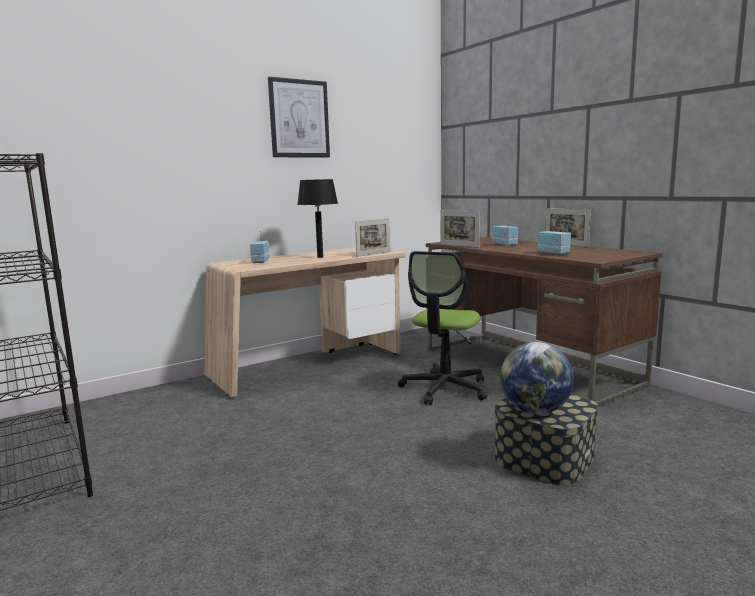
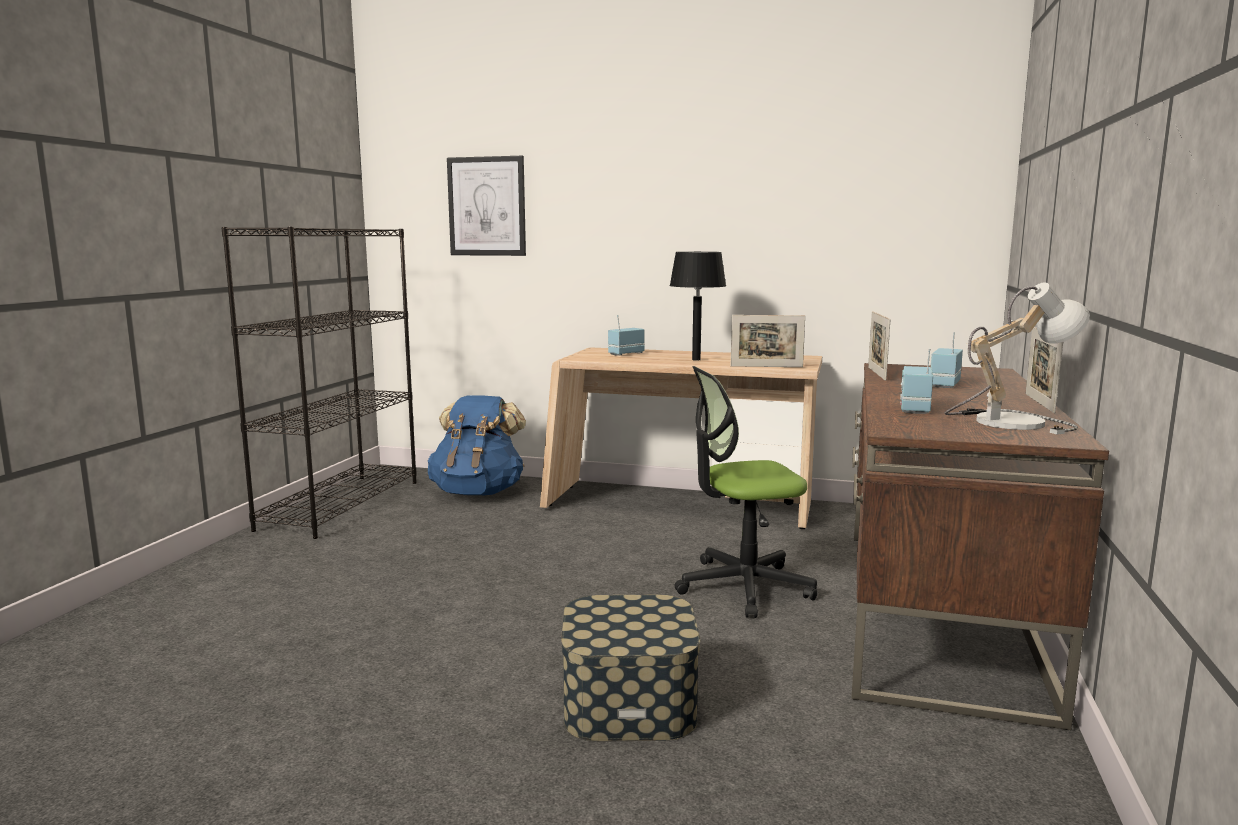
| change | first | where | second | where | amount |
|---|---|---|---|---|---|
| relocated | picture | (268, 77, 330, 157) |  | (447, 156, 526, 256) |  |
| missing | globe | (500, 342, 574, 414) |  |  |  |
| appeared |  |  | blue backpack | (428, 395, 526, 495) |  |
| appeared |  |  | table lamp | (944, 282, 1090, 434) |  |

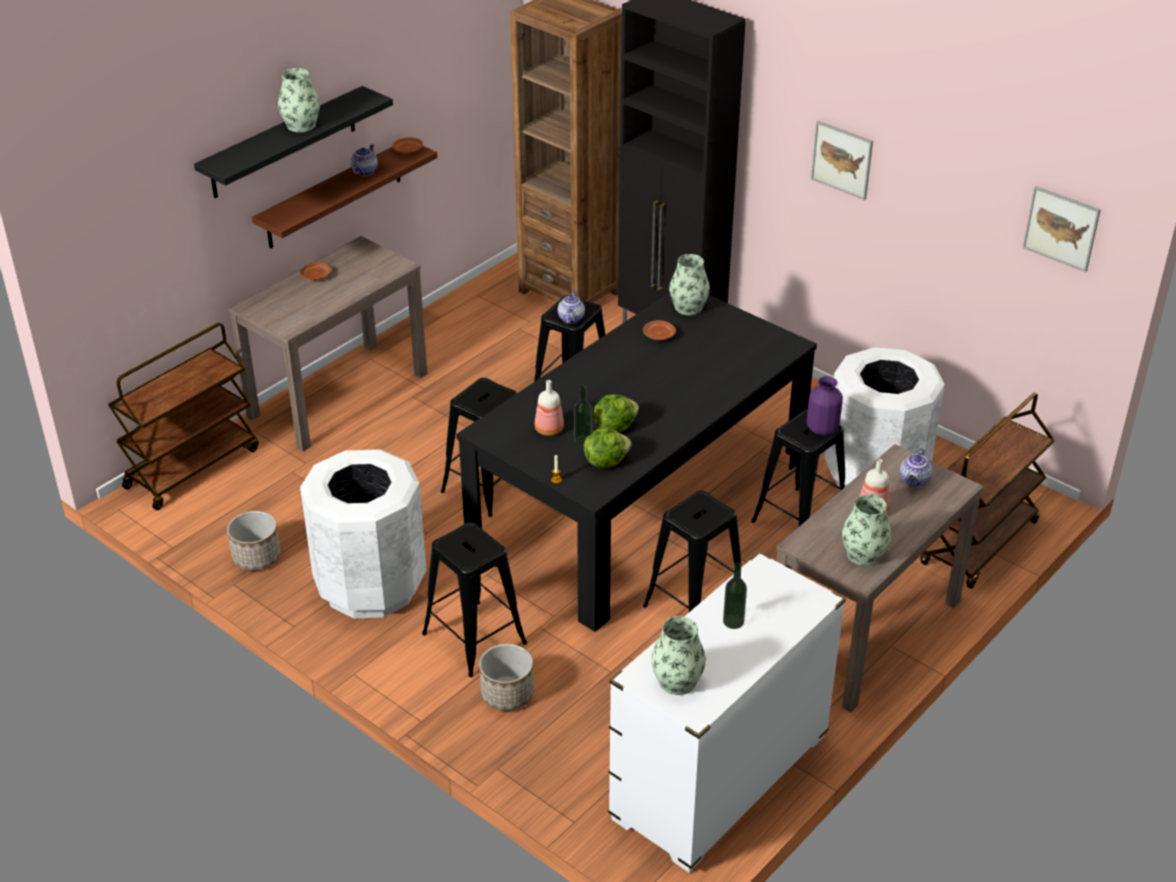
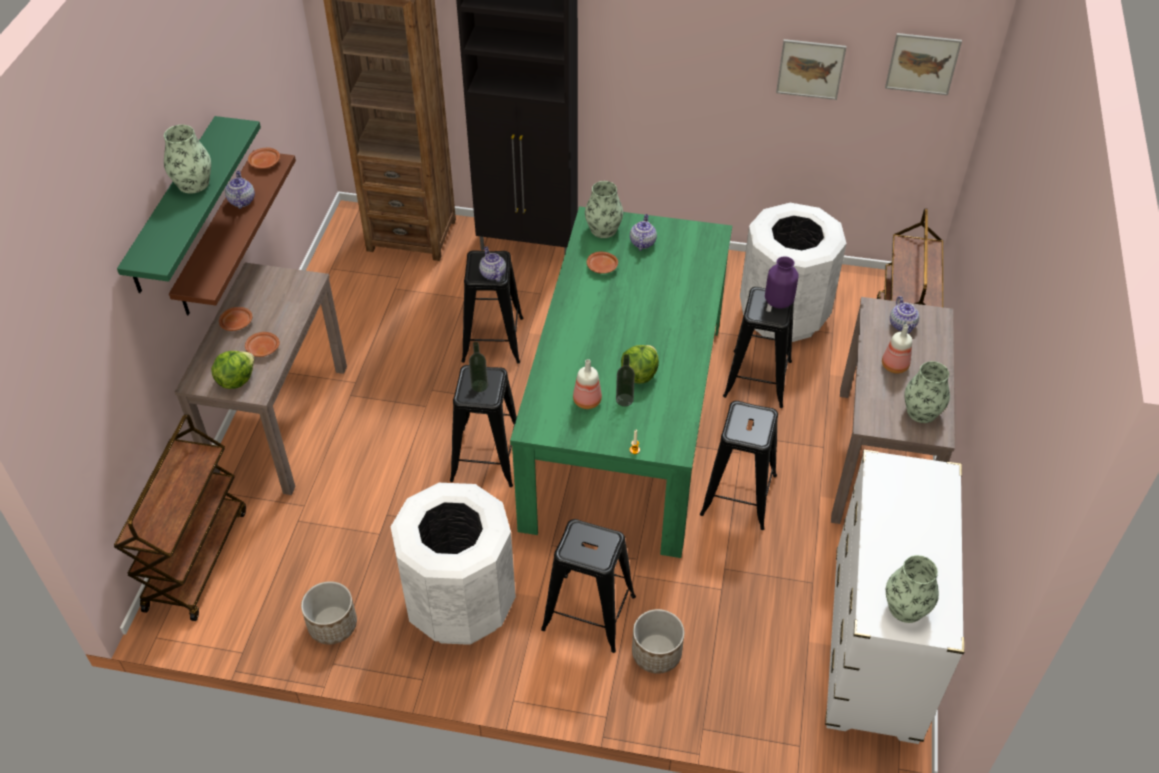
| change | first | where | second | where | amount |
|---|---|---|---|---|---|
| colour | black shelf | (194, 86, 393, 198) | green shelf | (117, 116, 261, 293) |  |
| colour | black dining table | (456, 292, 817, 632) | green dining table | (510, 206, 732, 558) |  |
| relocated | lettuce | (584, 428, 631, 468) |  | (211, 351, 254, 389) |  |
| relocated | bottle | (723, 562, 747, 629) |  | (469, 342, 488, 392) |  |
| relocated | picture | (811, 121, 873, 200) |  | (776, 39, 847, 100) |  |
| appeared |  |  | brown plate | (245, 332, 280, 357) |  |
| appeared |  |  | teapot | (630, 214, 657, 251) |  |

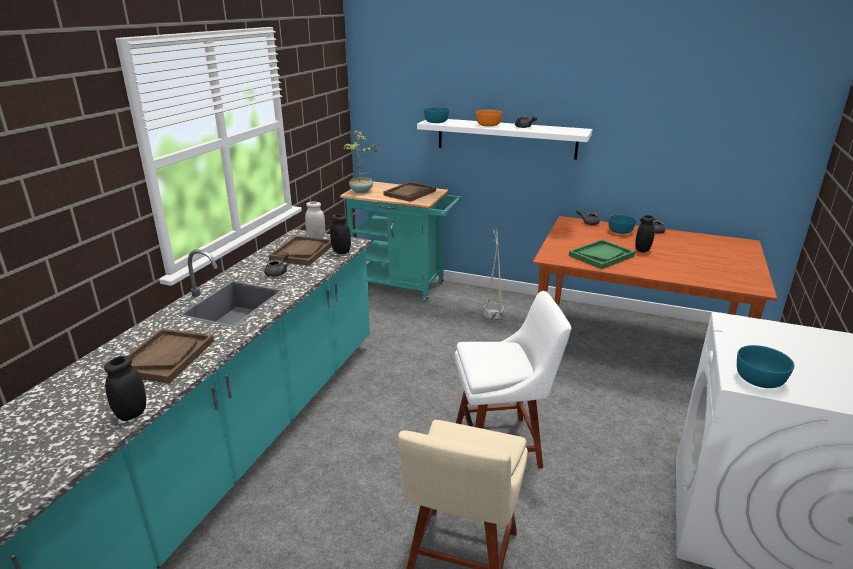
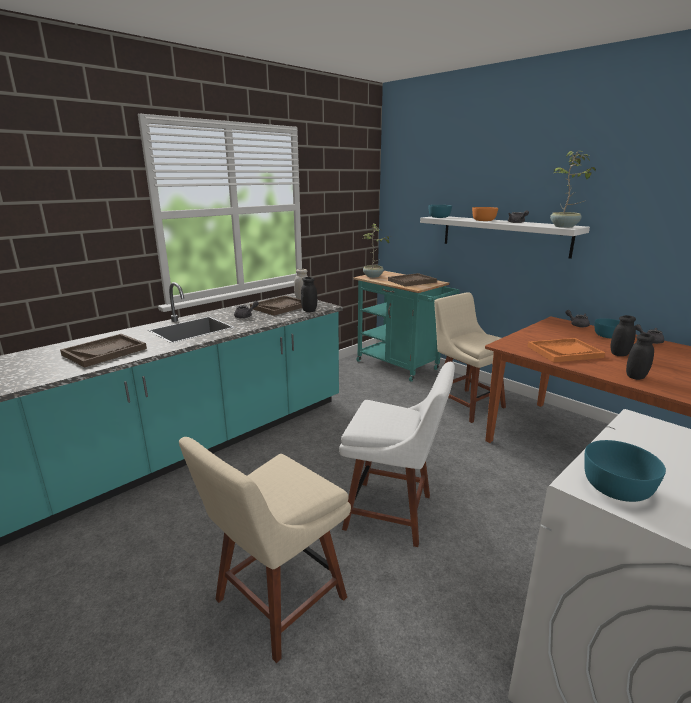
| change | first | where | second | where | amount |
|---|---|---|---|---|---|
| relocated | black jar | (104, 356, 146, 421) |  | (626, 333, 655, 380) |  |
| exchanged | beige planter | (484, 230, 504, 321) | beige chair | (434, 292, 506, 423) |  |
| colour | green tray | (569, 240, 635, 269) | orange tray | (527, 338, 605, 362) |  |
| appeared |  |  | potted plant | (550, 151, 596, 228) |  |

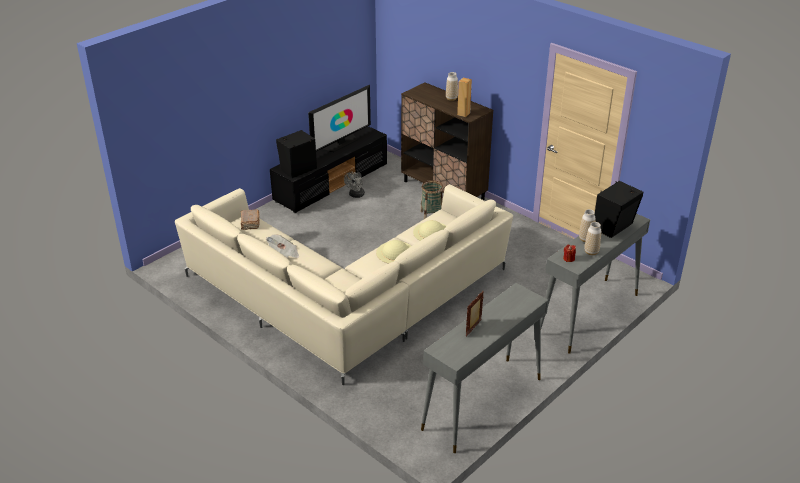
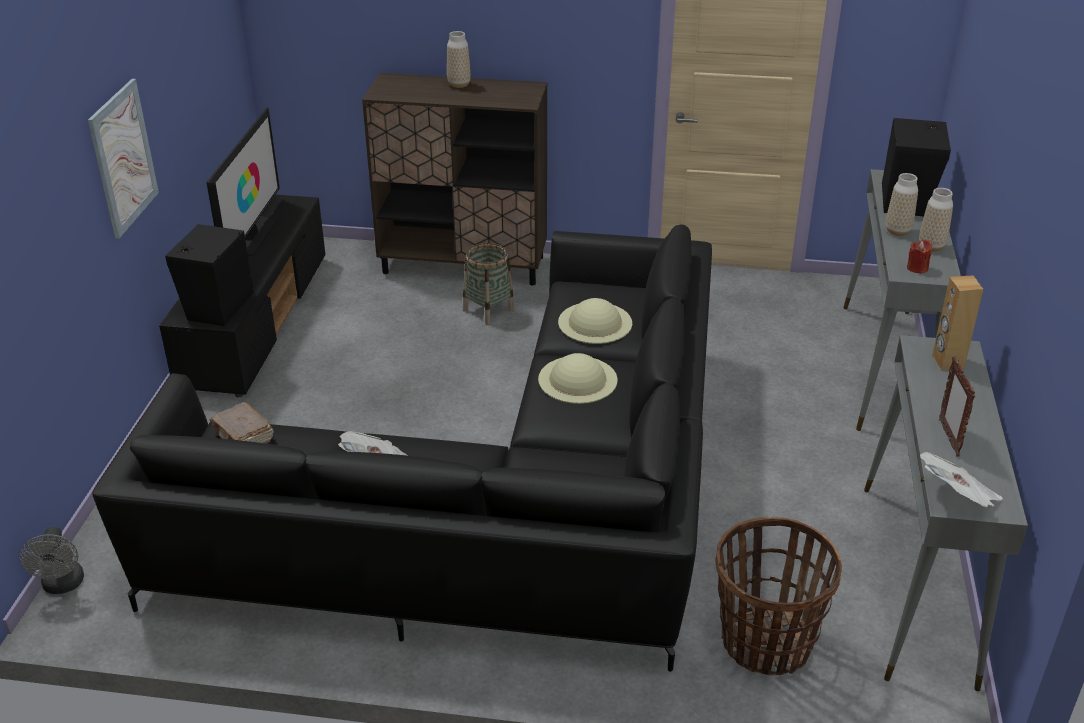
| change | first | where | second | where | amount |
|---|---|---|---|---|---|
| colour | beige sofa | (175, 184, 513, 385) | black sofa | (92, 224, 712, 672) |  |
| relocated | grey fan | (344, 172, 365, 198) |  | (20, 527, 84, 594) |  |
| relocated | brown speaker | (457, 77, 472, 117) |  | (932, 276, 983, 370) |  |
| appeared |  |  | picture | (88, 79, 159, 239) |  |
| appeared |  |  | basket | (716, 517, 842, 675) |  |
| appeared |  |  | newspaper | (920, 452, 1003, 508) |  |

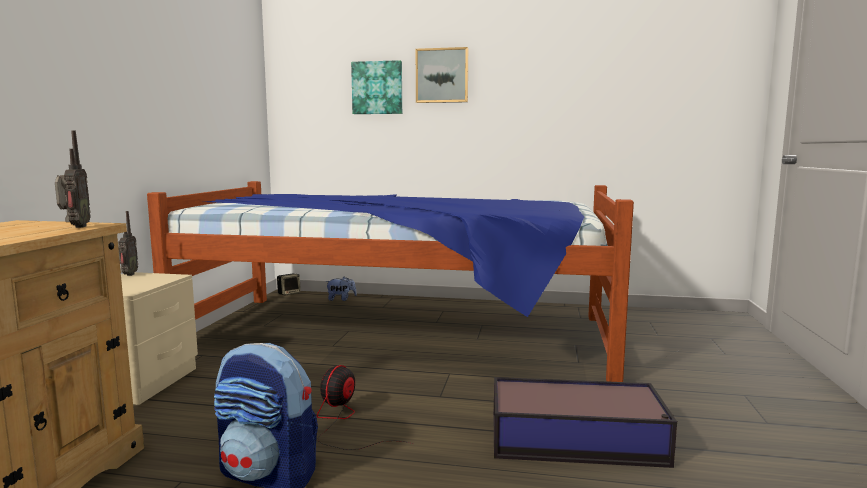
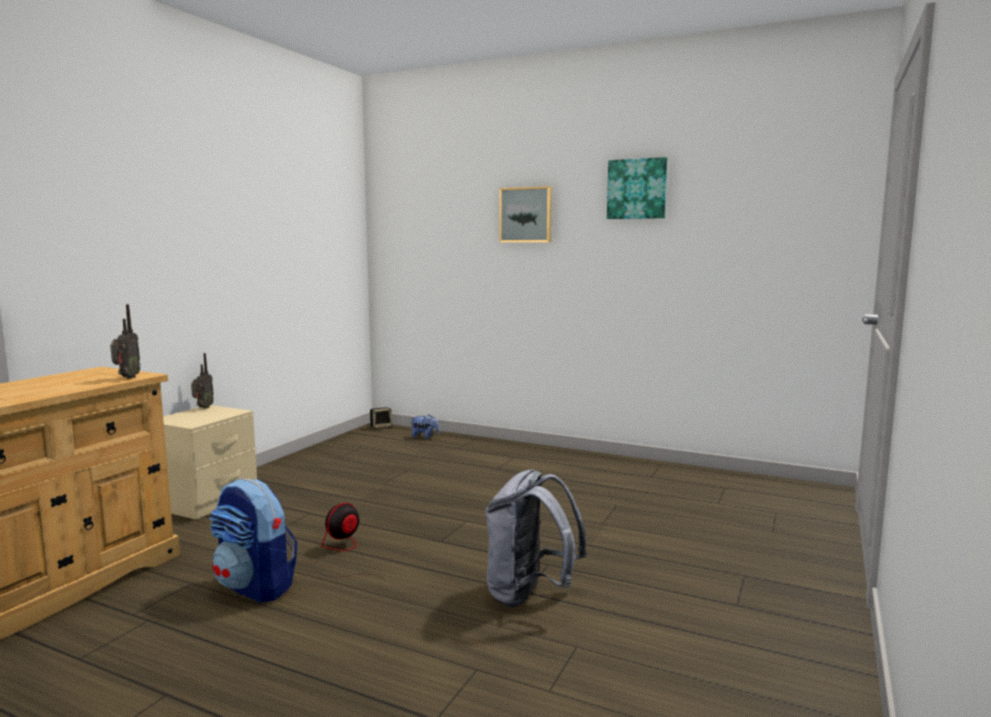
| change | first | where | second | where | amount |
|---|---|---|---|---|---|
| missing | bed | (147, 181, 634, 382) |  |  |  |
| relocated | picture | (351, 60, 402, 114) |  | (607, 157, 667, 219) |  |
| exchanged | storage box | (494, 377, 677, 468) | grey backpack | (485, 470, 587, 607) |  |

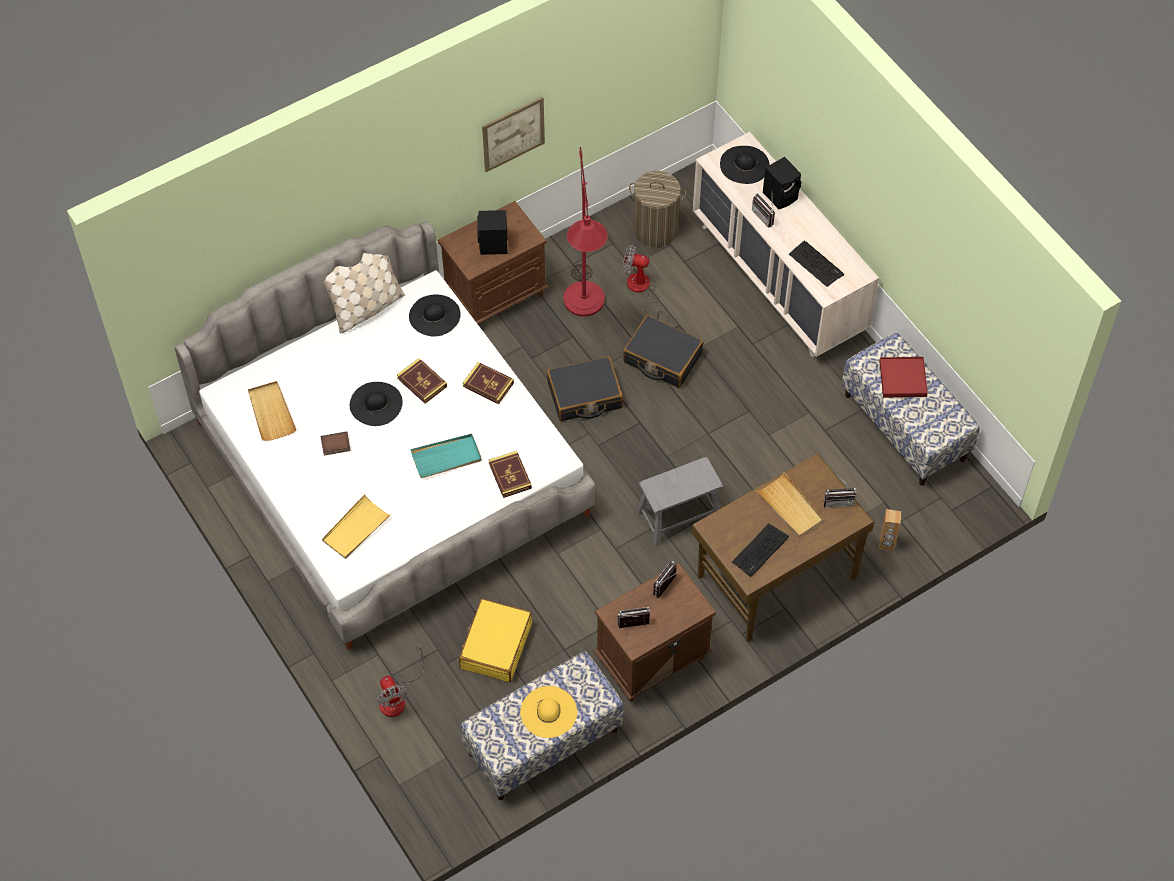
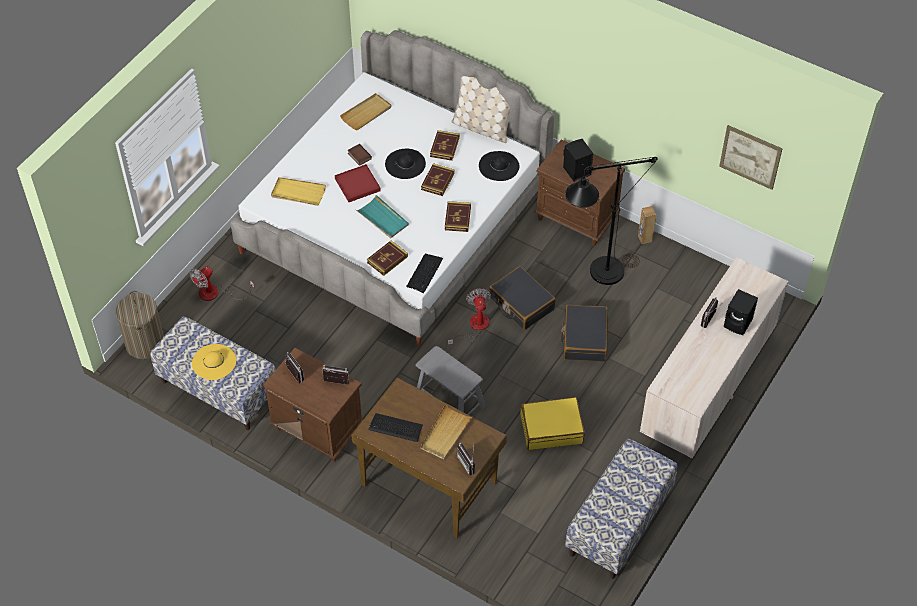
| change | first | where | second | where | amount |
|---|---|---|---|---|---|
| relocated | yellow suitcase | (459, 599, 532, 682) |  | (520, 397, 585, 450) |  |
| relocated | picture | (482, 97, 545, 172) |  | (719, 125, 783, 190) |  |
| colour | red floor lamp | (563, 147, 608, 317) | black floor lamp | (565, 157, 657, 285) |  |
| relocated | fan | (623, 245, 664, 319) |  | (448, 288, 491, 346) |  |
| relocated | laundry basket | (629, 171, 686, 247) |  | (115, 291, 164, 359) |  |
| missing | black hat | (720, 146, 770, 184) |  |  |  |
| relocated | keyboard | (789, 241, 844, 287) |  | (406, 254, 443, 293) |  |
| relocated | red tray | (879, 357, 928, 397) |  | (335, 164, 381, 202) |  |
| relocated | brown speaker | (879, 509, 901, 551) |  | (638, 206, 656, 244) |  |
| appeared |  |  | book | (430, 130, 460, 161) |  |

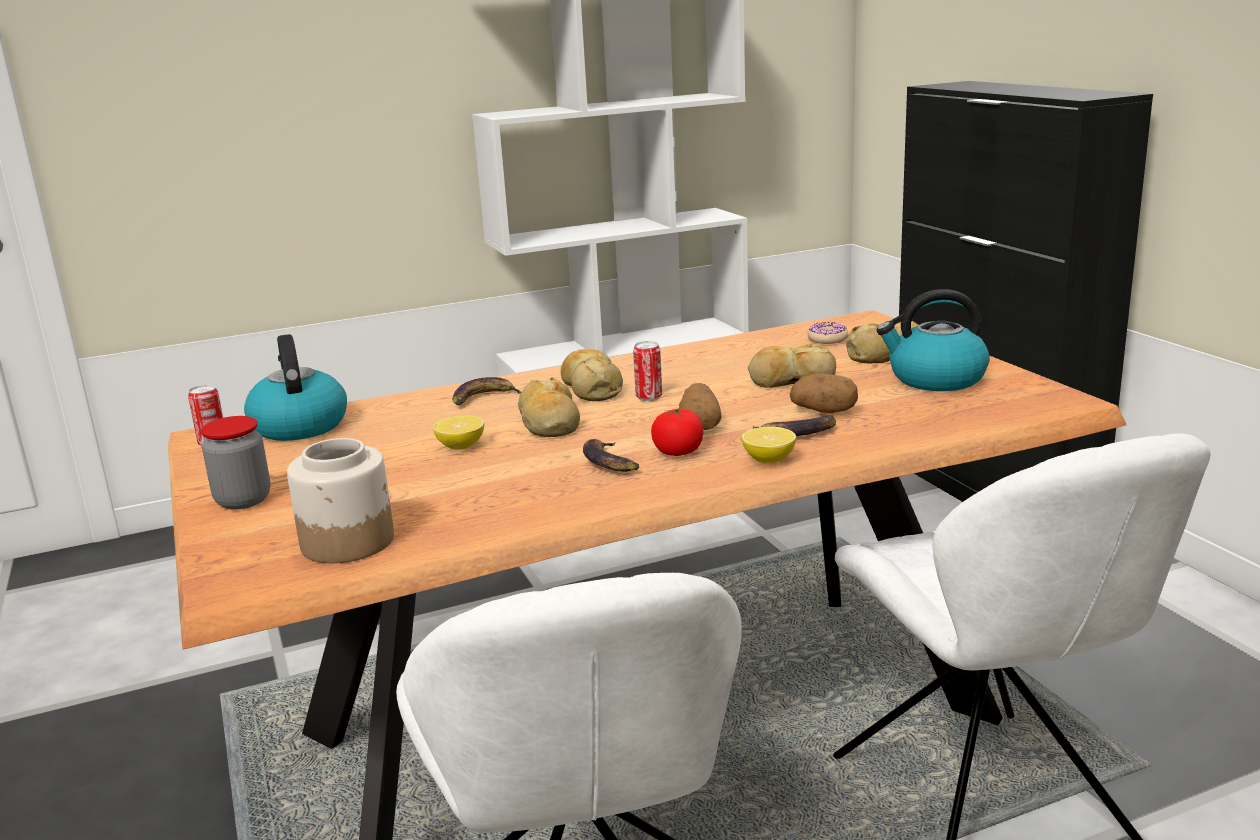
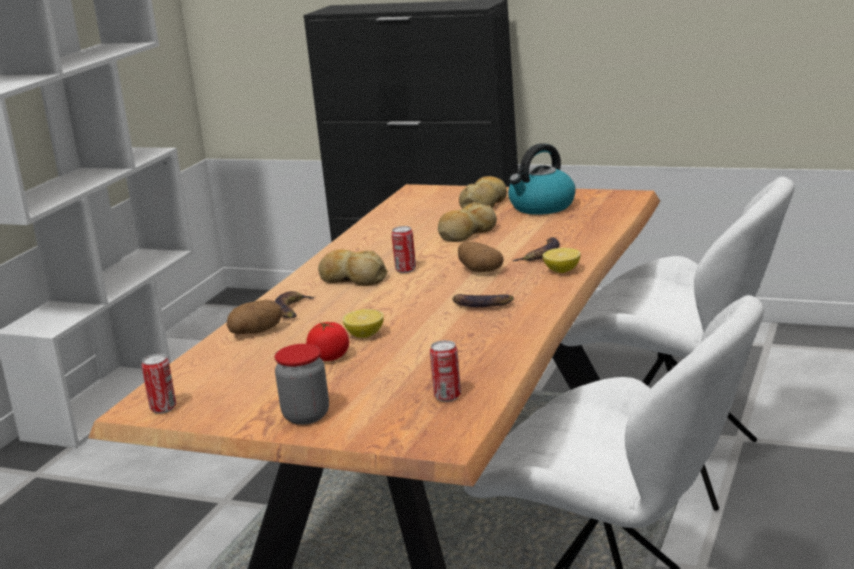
| change | first | where | second | where | amount |
|---|---|---|---|---|---|
| missing | kettle | (244, 334, 347, 441) |  |  |  |
| exchanged | jar | (287, 438, 394, 563) | can | (430, 340, 461, 402) |  |
| missing | bread | (518, 377, 580, 437) |  |  |  |
| relocated | tomato | (651, 407, 704, 456) |  | (306, 322, 349, 361) |  |
| relocated | potato | (790, 373, 858, 413) |  | (227, 300, 282, 334) |  |
| missing | donut | (807, 322, 849, 344) |  |  |  |

